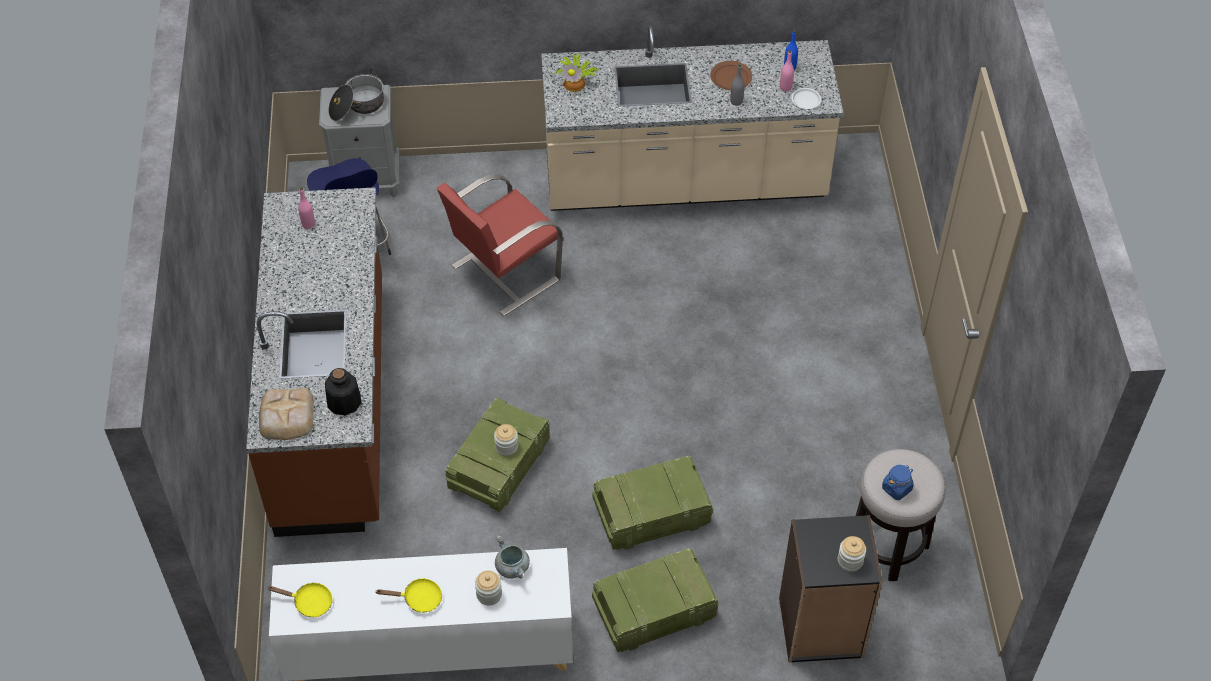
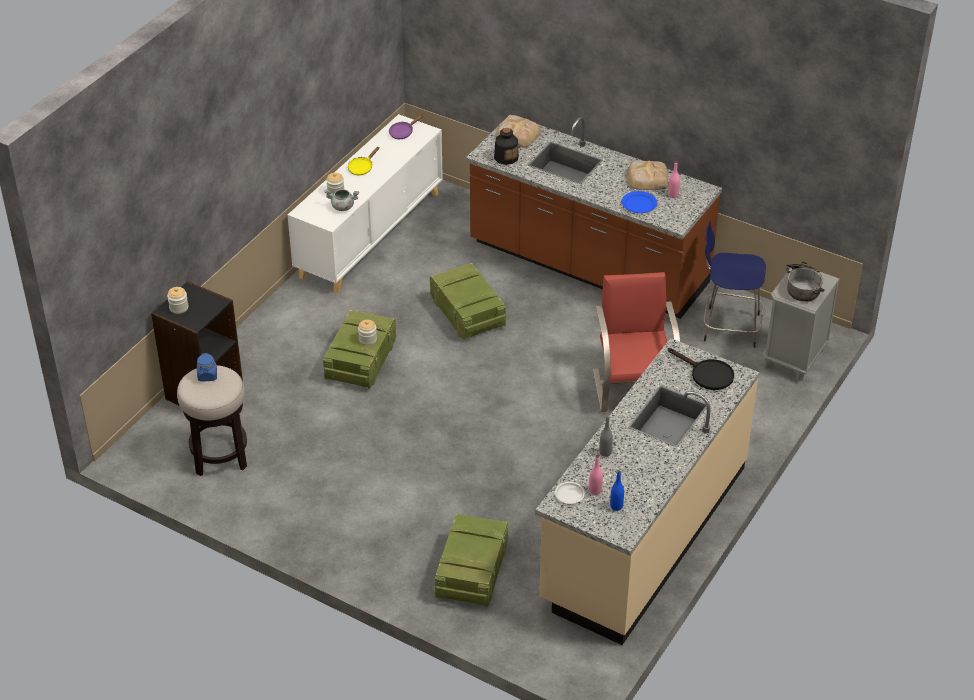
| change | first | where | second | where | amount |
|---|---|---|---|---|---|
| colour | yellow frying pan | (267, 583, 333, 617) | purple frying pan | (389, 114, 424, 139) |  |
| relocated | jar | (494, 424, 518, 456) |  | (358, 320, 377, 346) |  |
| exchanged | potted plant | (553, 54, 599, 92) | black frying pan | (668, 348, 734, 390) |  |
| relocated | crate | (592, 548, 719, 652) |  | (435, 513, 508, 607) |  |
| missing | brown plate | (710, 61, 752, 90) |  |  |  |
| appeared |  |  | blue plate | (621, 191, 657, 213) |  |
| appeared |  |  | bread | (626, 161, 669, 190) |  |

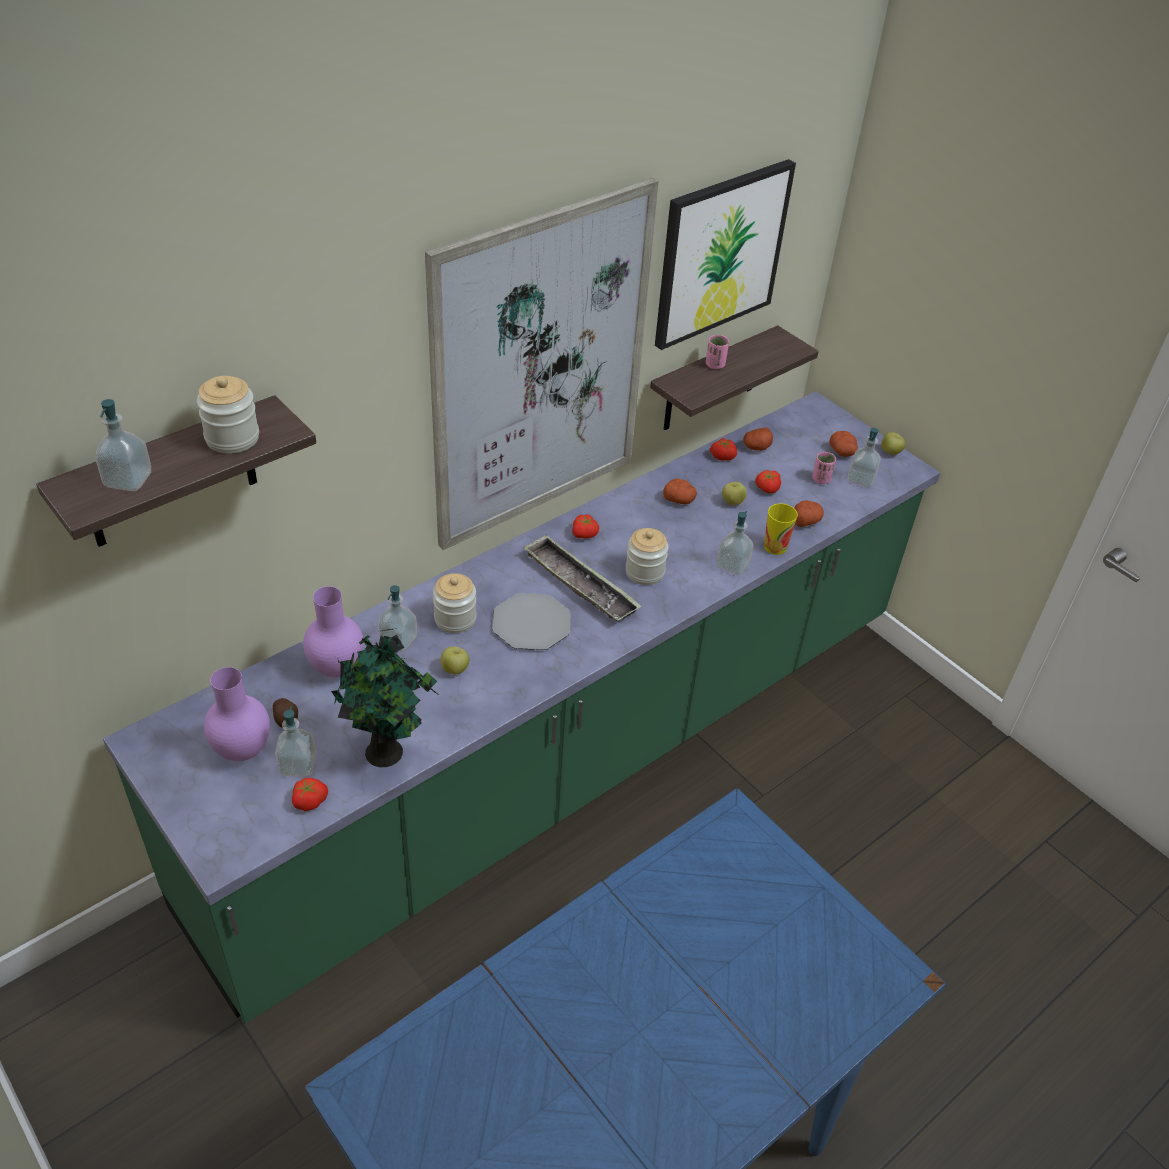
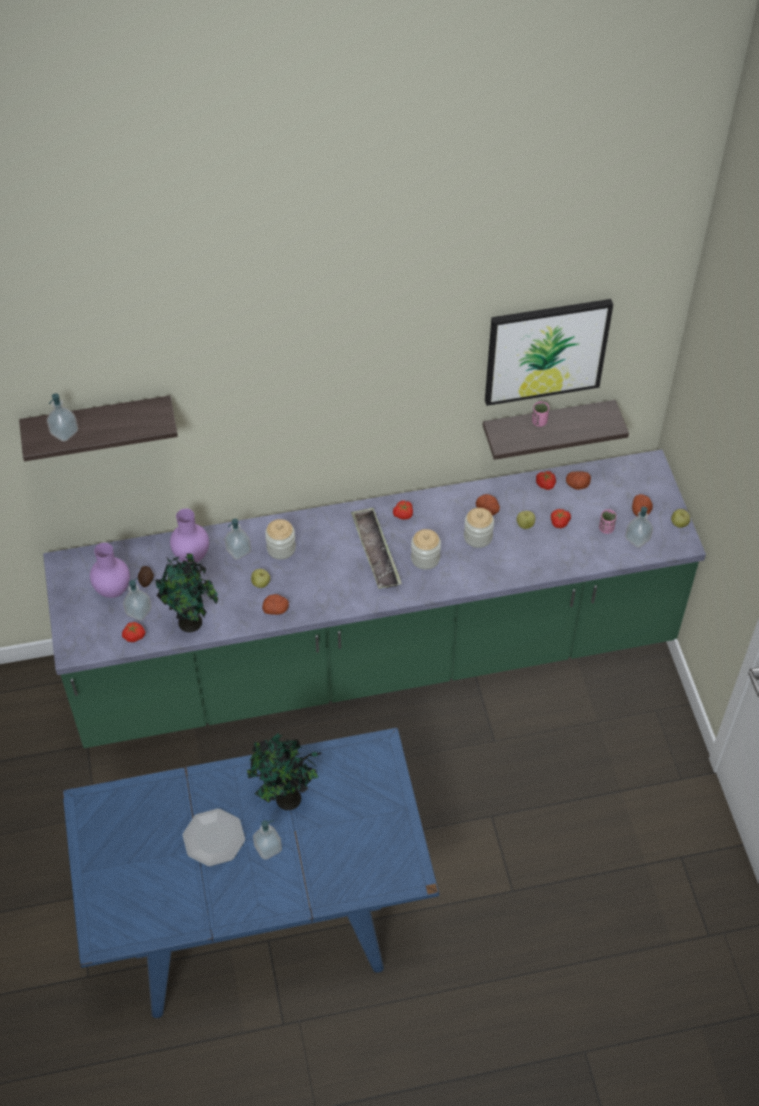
| change | first | where | second | where | amount |
|---|---|---|---|---|---|
| relocated | jar | (197, 376, 259, 454) |  | (464, 508, 494, 548) |  |
| missing | picture | (425, 178, 659, 550) |  |  |  |
| relocated | plate | (492, 593, 570, 650) |  | (182, 809, 245, 866) |  |
| relocated | soap dispenser | (717, 511, 753, 575) |  | (253, 820, 282, 860) |  |
| missing | cup | (764, 503, 798, 555) |  |  |  |
| relocated | potato | (794, 500, 824, 527) |  | (262, 594, 289, 615) |  |
| appeared |  |  | potted plant | (247, 733, 322, 810) |  |

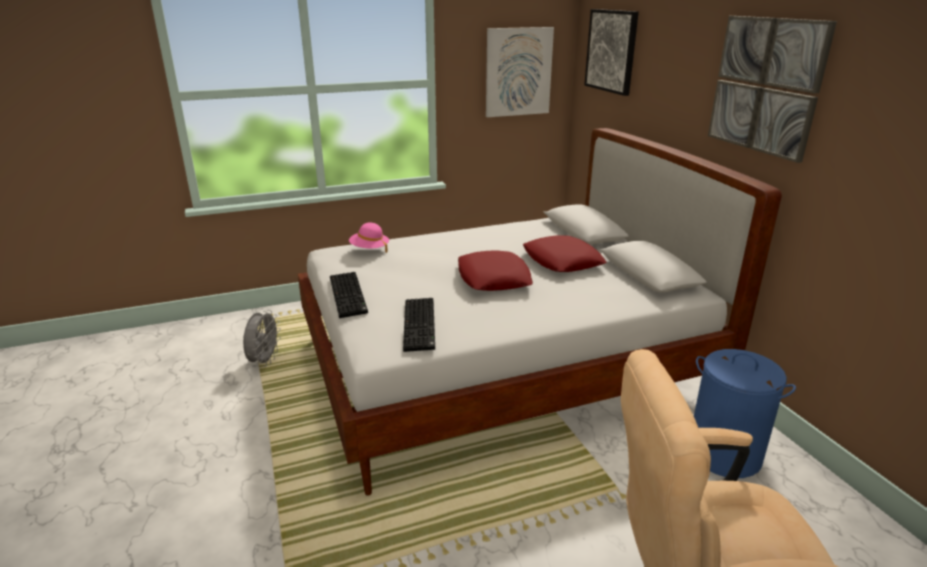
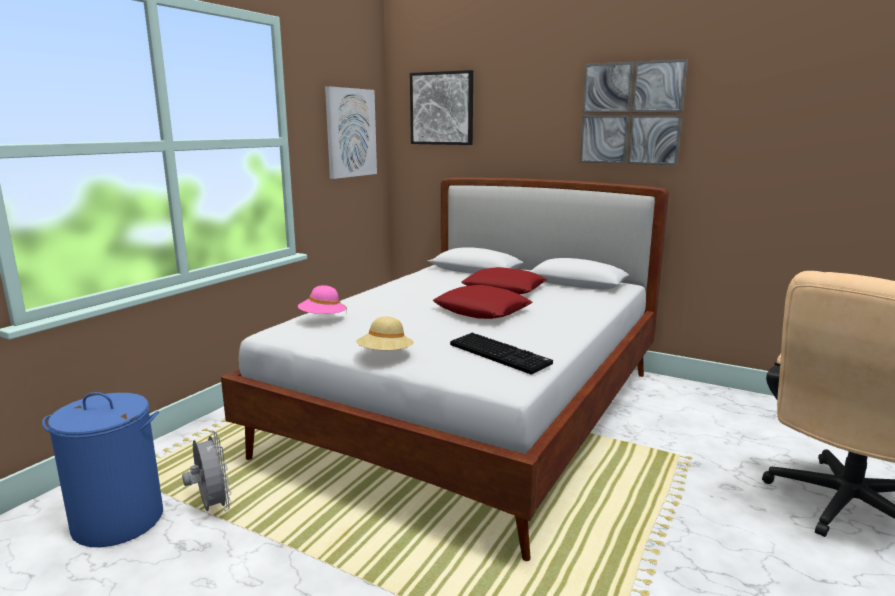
| change | first | where | second | where | amount |
|---|---|---|---|---|---|
| exchanged | keyboard | (330, 272, 368, 318) | beige hat | (356, 316, 414, 350) |  |
| relocated | blue laundry basket | (694, 349, 796, 478) |  | (42, 392, 163, 547) |  |

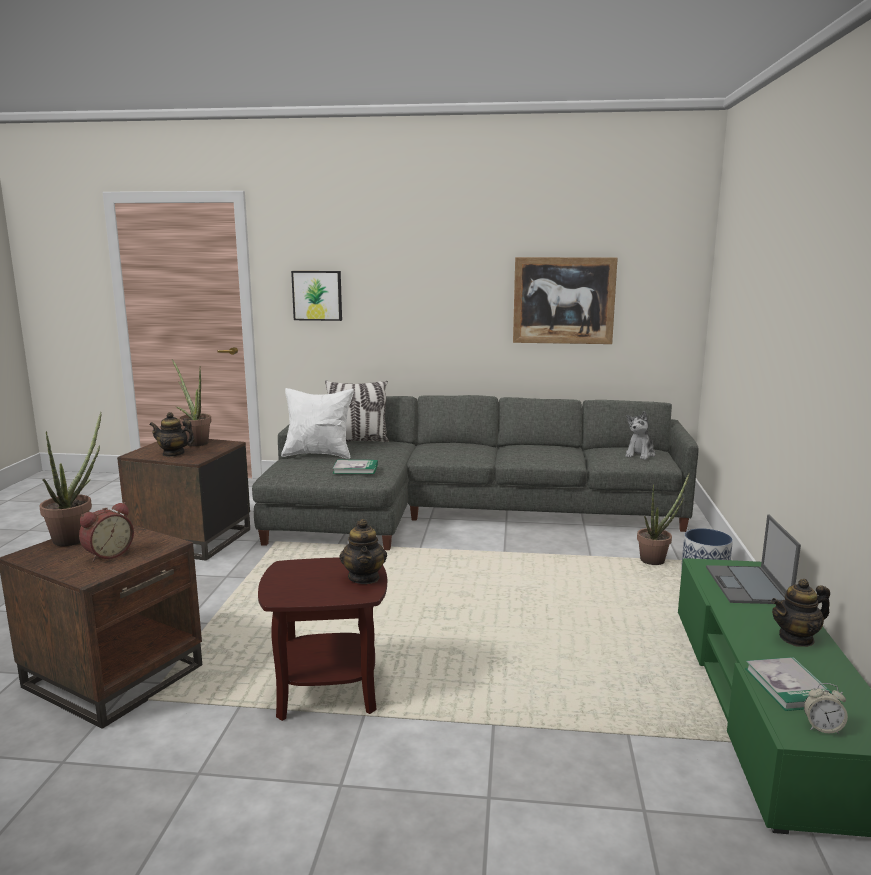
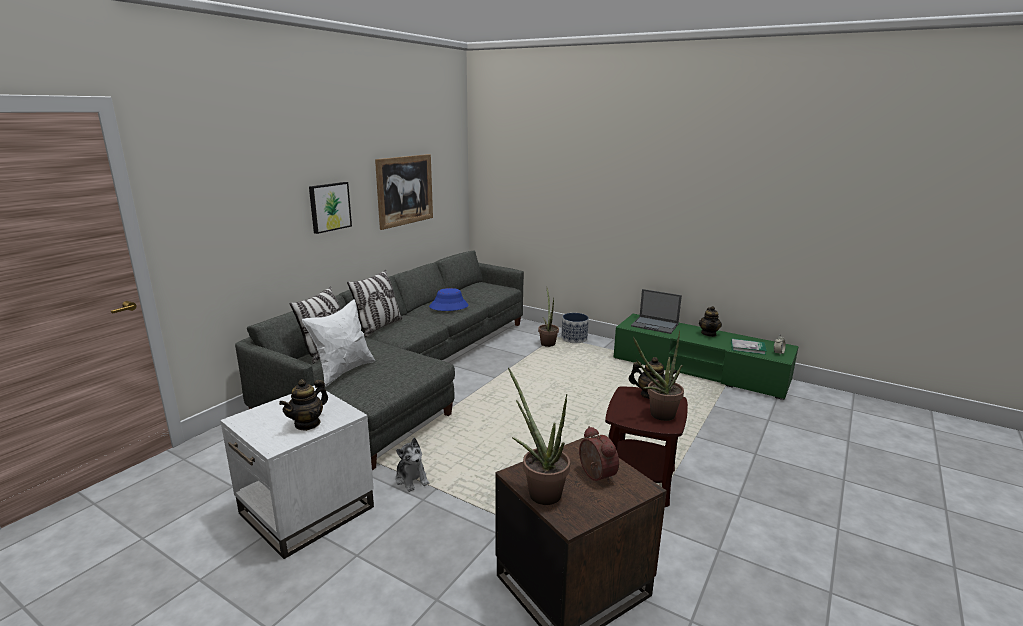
| change | first | where | second | where | amount |
|---|---|---|---|---|---|
| colour | brown side table | (117, 439, 250, 560) | white side table | (220, 385, 374, 559) |  |
| relocated | potted plant | (172, 359, 212, 447) |  | (633, 331, 684, 421) |  |
| relocated | picture | (291, 271, 342, 321) |  | (309, 182, 352, 234) |  |
| missing | book | (332, 460, 378, 474) |  |  |  |
| relocated | plush toy | (625, 411, 655, 460) |  | (395, 438, 429, 492) |  |
| appeared |  |  | pillow | (347, 270, 402, 337) |  |
| appeared |  |  | blue hat | (429, 288, 469, 311) |  |

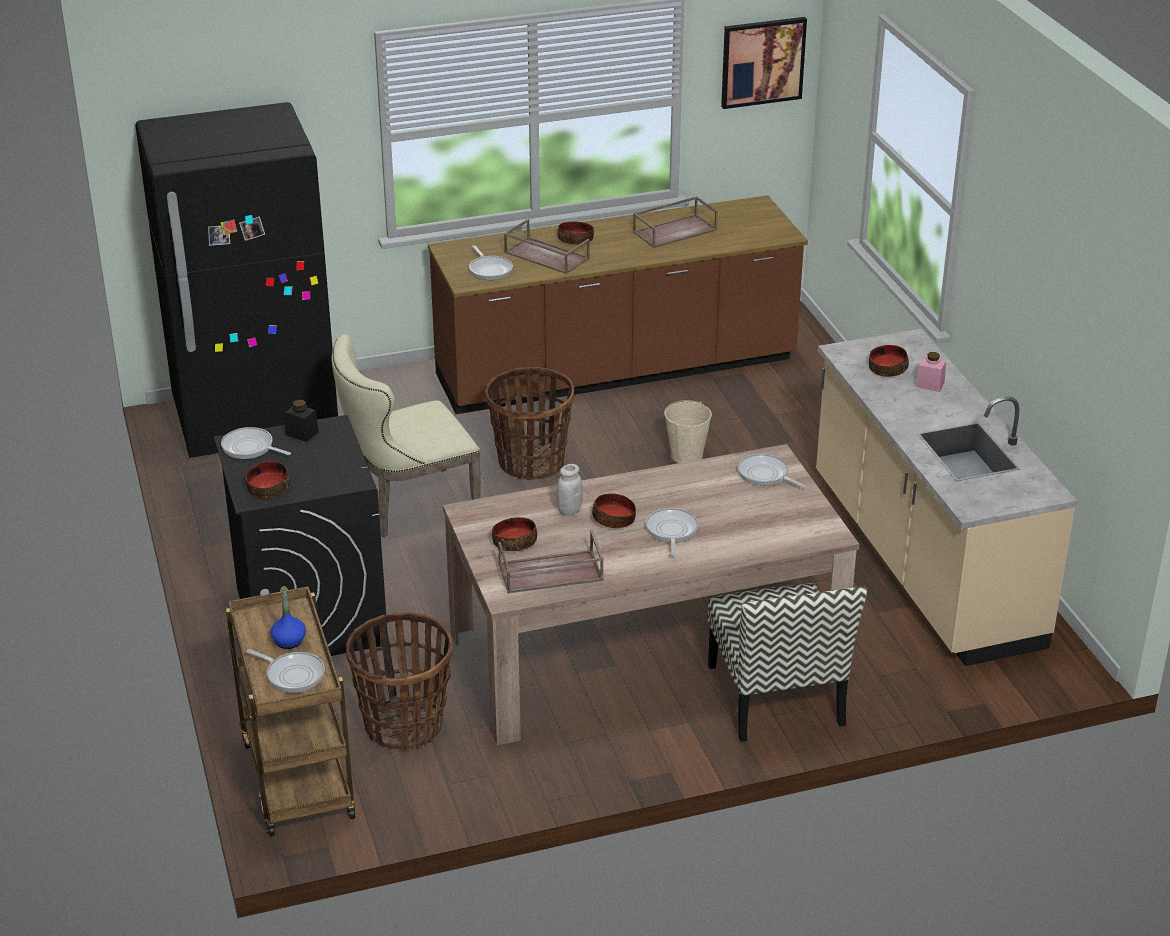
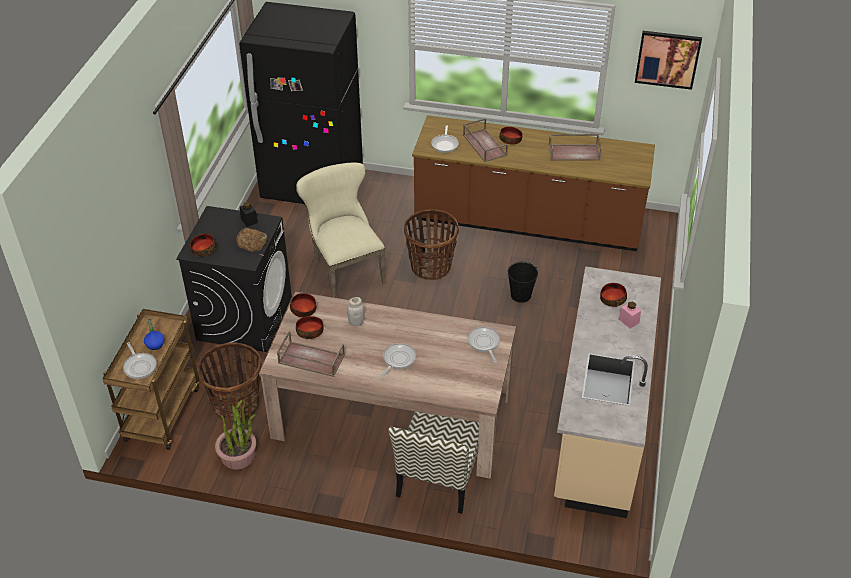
| change | first | where | second | where | amount |
|---|---|---|---|---|---|
| missing | frying pan | (221, 427, 291, 459) |  |  |  |
| spun | beige chair | (332, 334, 481, 538) |  | (296, 162, 386, 298) | 60 degrees clockwise |
| relocated | bowl | (592, 493, 636, 528) |  | (290, 293, 316, 317) |  |
| colour | beige bucket | (664, 400, 712, 463) | black bucket | (508, 262, 538, 303) |  |
| appeared |  |  | potted plant | (215, 400, 256, 470) |  |
| appeared |  |  | bread | (236, 228, 267, 252) |  |

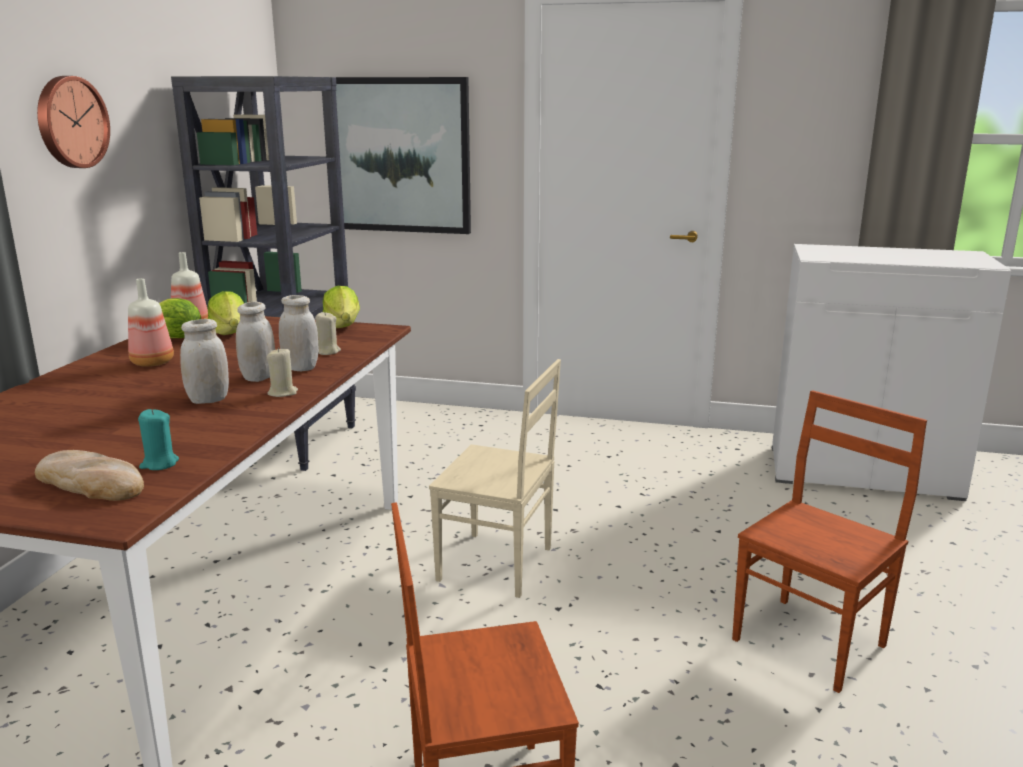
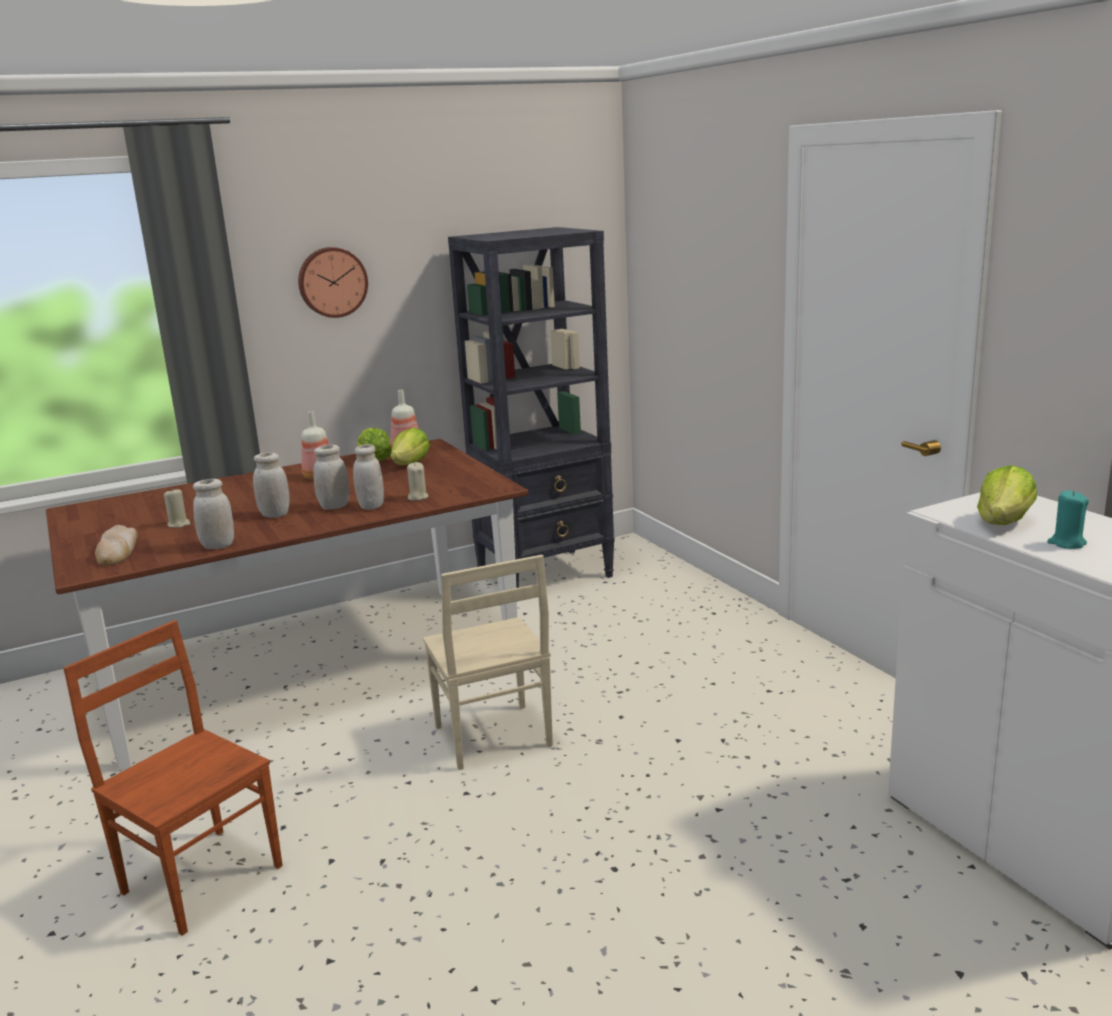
| change | first | where | second | where | amount |
|---|---|---|---|---|---|
| relocated | turquoise candle | (138, 409, 179, 470) |  | (1047, 490, 1089, 549) |  |
| relocated | beige candle | (267, 347, 298, 397) |  | (164, 488, 190, 528) |  |
| relocated | lettuce | (323, 286, 360, 328) |  | (977, 465, 1037, 525) |  |
| missing | picture | (336, 77, 471, 234) |  |  |  |
| missing | brown chair | (732, 390, 927, 693) |  |  |  |
| appeared |  |  | white jar | (193, 479, 234, 549) |  |

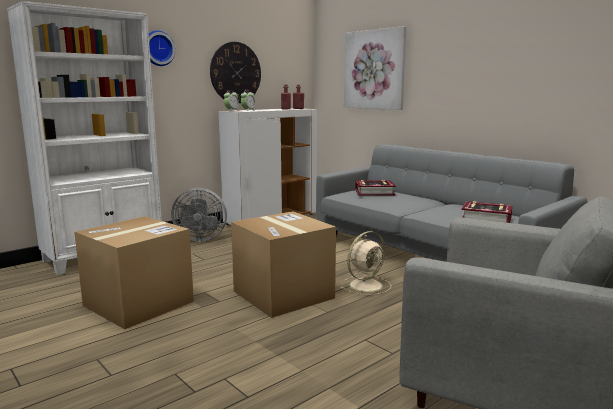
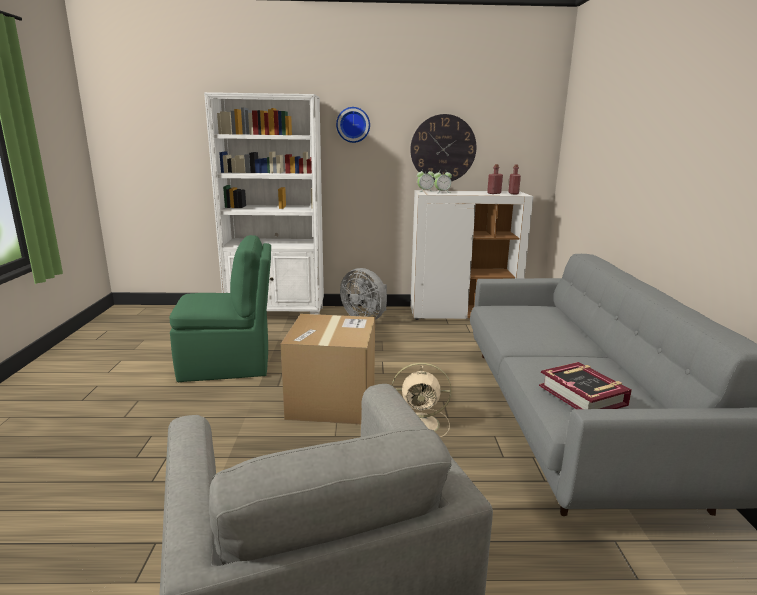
| change | first | where | second | where | amount |
|---|---|---|---|---|---|
| exchanged | cardboard box | (74, 216, 194, 329) | green chair | (169, 235, 271, 382) |  |
| missing | picture | (344, 26, 407, 110) |  |  |  |
| missing | book | (355, 180, 396, 195) |  |  |  |

